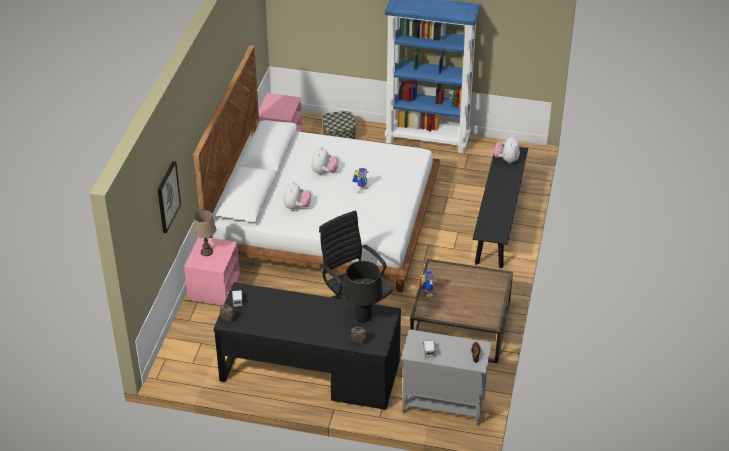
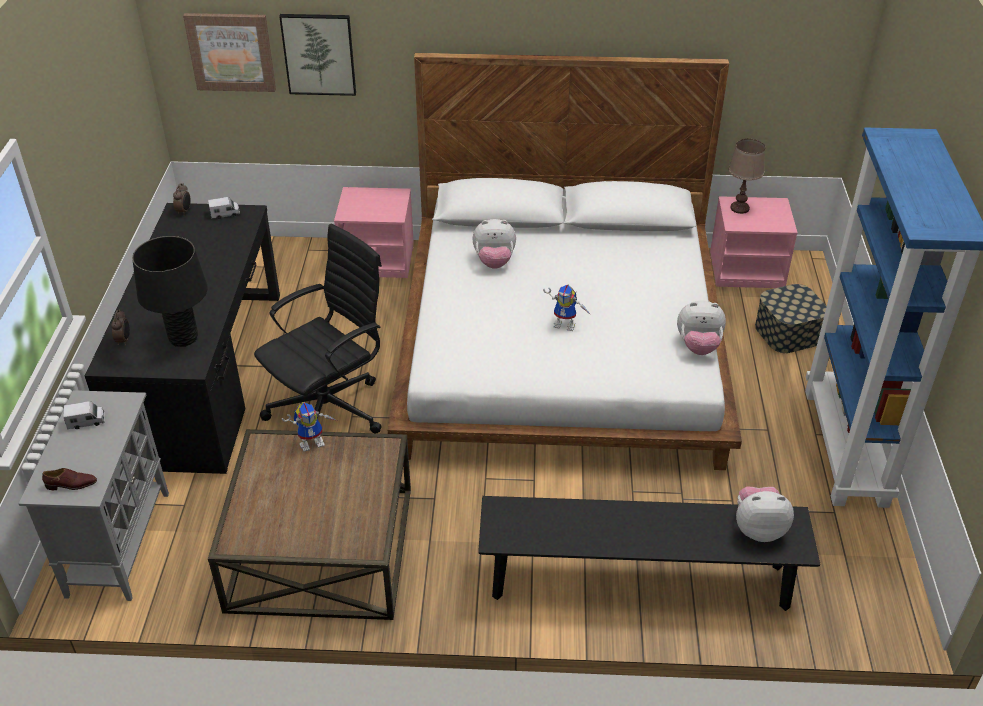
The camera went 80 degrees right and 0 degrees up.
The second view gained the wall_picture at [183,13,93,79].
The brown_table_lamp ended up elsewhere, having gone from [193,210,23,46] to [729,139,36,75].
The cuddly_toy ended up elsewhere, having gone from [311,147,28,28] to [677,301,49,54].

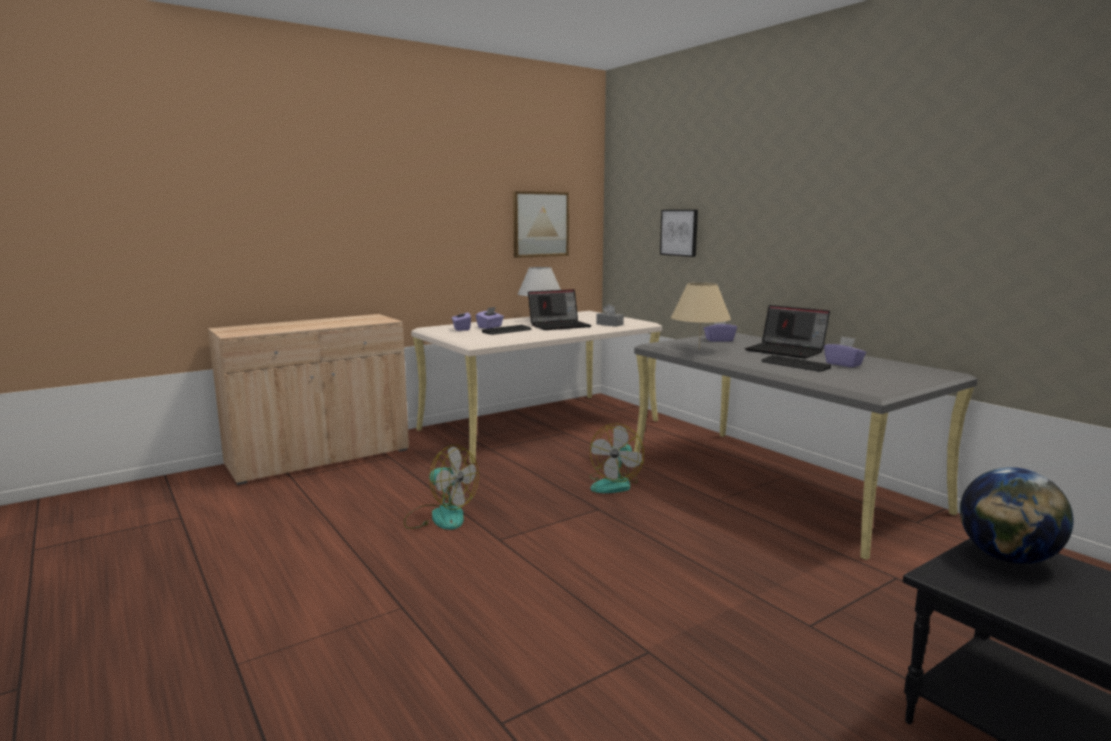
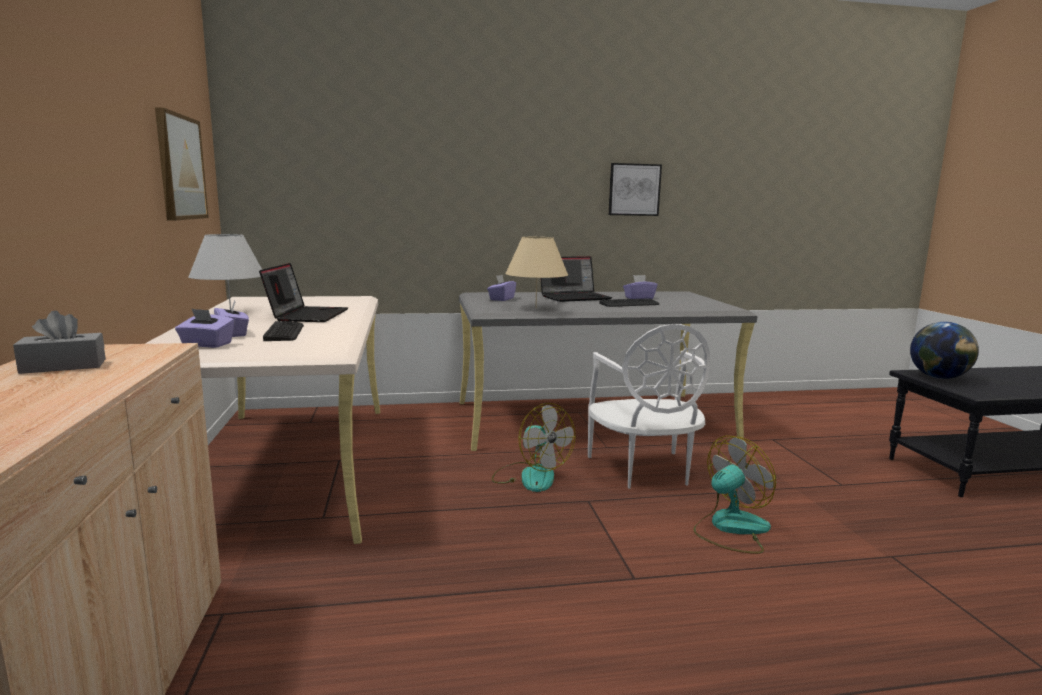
The camera went 65 degrees left and 0 degrees up.
The second view gained the white-coloured_upright_chair at [588,324,122,165].
The electric_fan ended up elsewhere, having gone from [404,445,75,85] to [693,436,83,118].
The gray_tissue_box ended up elsewhere, having gone from [596,304,28,23] to [13,311,93,63].
The wall_picture ended up elsewhere, having gone from [660,210,38,47] to [608,163,54,53].

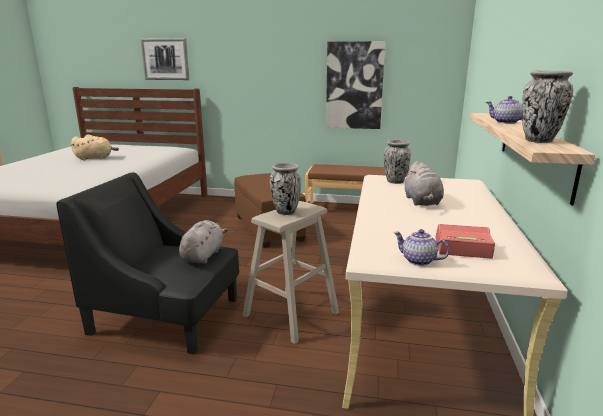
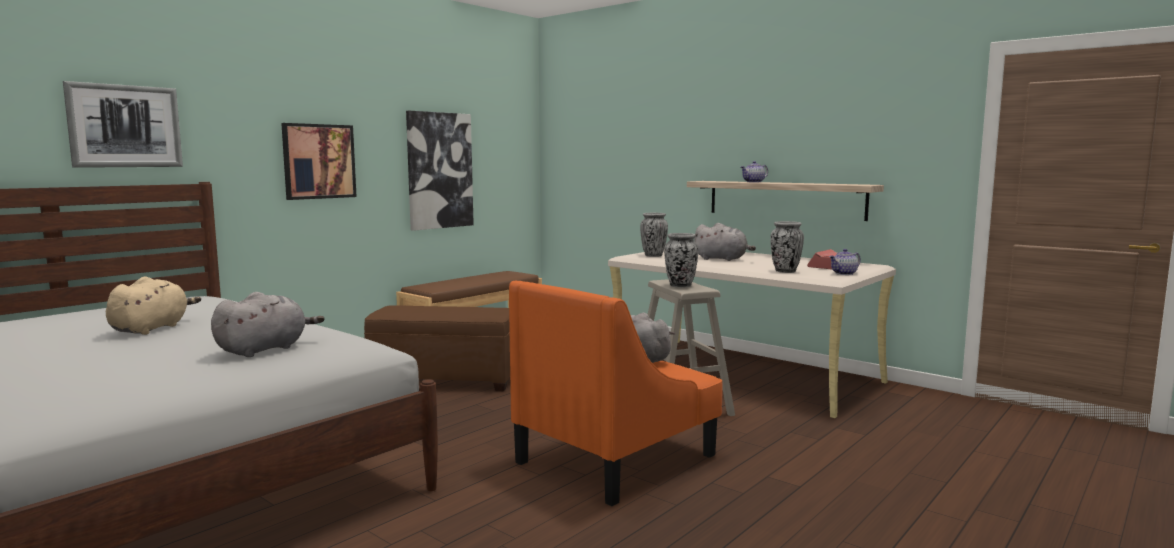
The camera went 60 degrees left and 10 degrees down.
The second view gained the gray_cuddly_toy at [211,292,113,65].
The second view gained the wall_picture at [281,123,76,77].
The decorative_vase ended up elsewhere, having gone from [522,71,51,72] to [770,221,34,52].
What was the blackish_easy_chair at [56,172,183,183] turned into the orangey_easy_chair at [509,281,214,225].

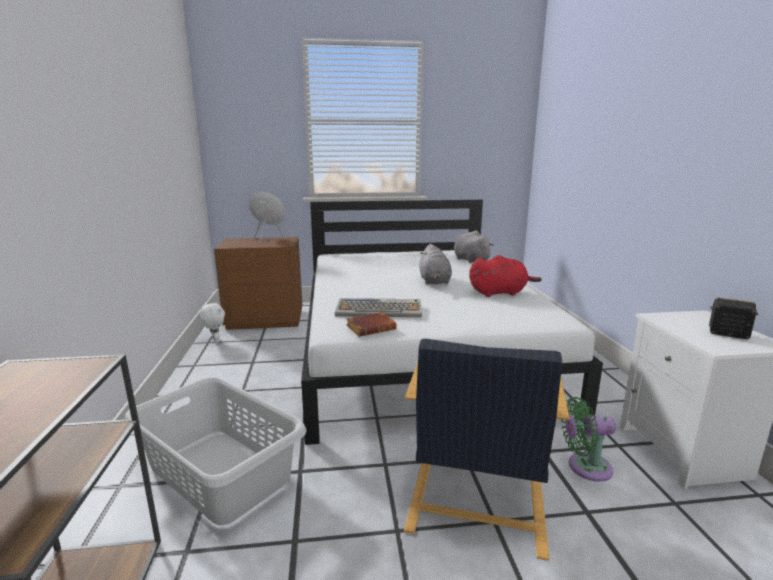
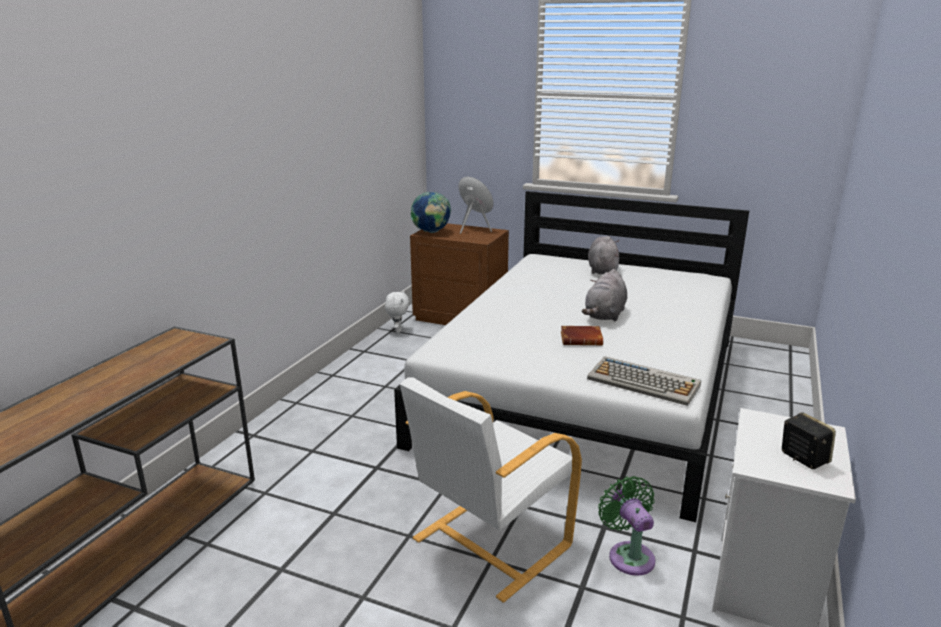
The camera went 30 degrees right and 5 degrees up.
The second view lost the gray_washing_basket at [124,377,183,148].
The second view lost the red_cuddly_toy at [469,255,73,42].
The second view gained the world_globe at [410,192,41,41].
The PC_keyboard ended up elsewhere, having gone from [335,298,87,20] to [587,356,114,50].
The brown_volume ended up elsewhere, having gone from [346,312,51,25] to [561,326,42,20].
The gray_cuddly_toy ended up elsewhere, having gone from [454,230,40,33] to [588,236,31,38].
What was the blackish_easy_chair at [404,339,166,222] turned into the white-coloured_easy_chair at [400,377,182,226].
The greenish_electric_fan at [561,397,55,85] ended up facing another way, 45 degrees clockwise from before.

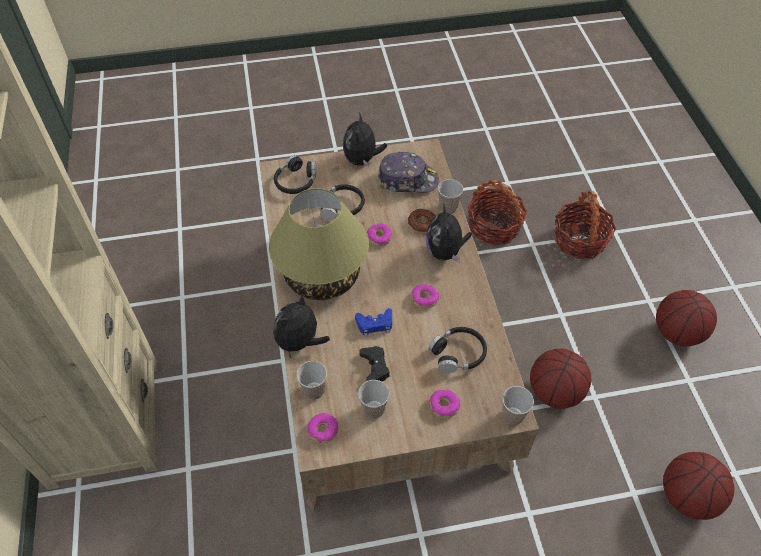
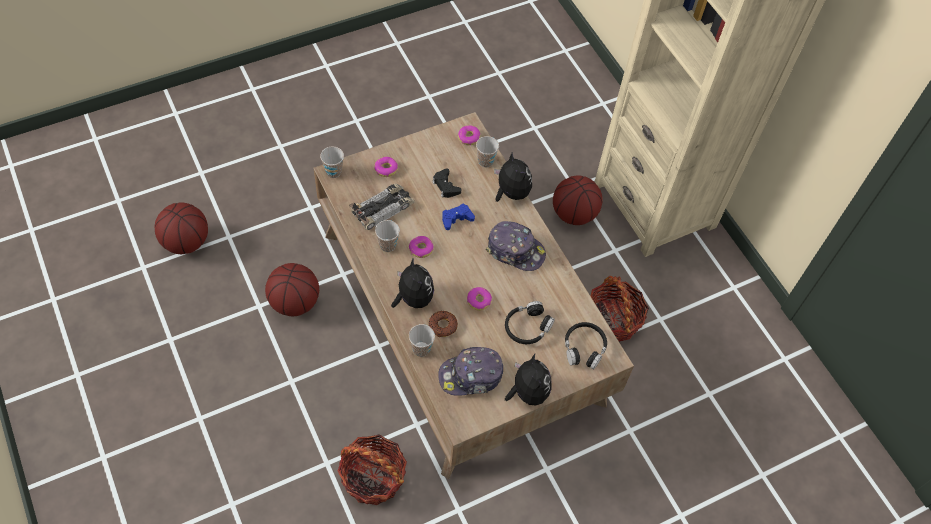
The camera went 160 degrees right and 5 degrees up.
The cup ended up elsewhere, having gone from [358,380,31,39] to [375,220,25,32].
The storage_basket ended up elsewhere, having gone from [555,191,61,68] to [591,276,58,66].
The ball_for_basketball ended up elsewhere, having gone from [656,290,61,56] to [553,175,50,50].
Where the table_lamp stood at [269,188,100,112], the baseball_cap came to stand at [486,221,60,50].
Where the blackish_headphones stood at [429,327,58,46], the model_car came to stand at [349,184,66,46].
The cuddly_toy at [274,294,56,64] ended up facing another way, 45 degrees counterclockwise from before.

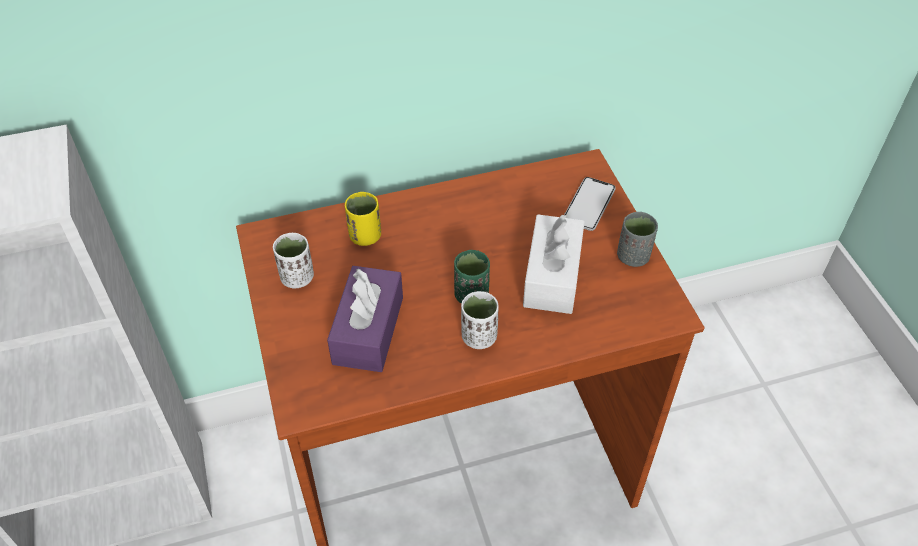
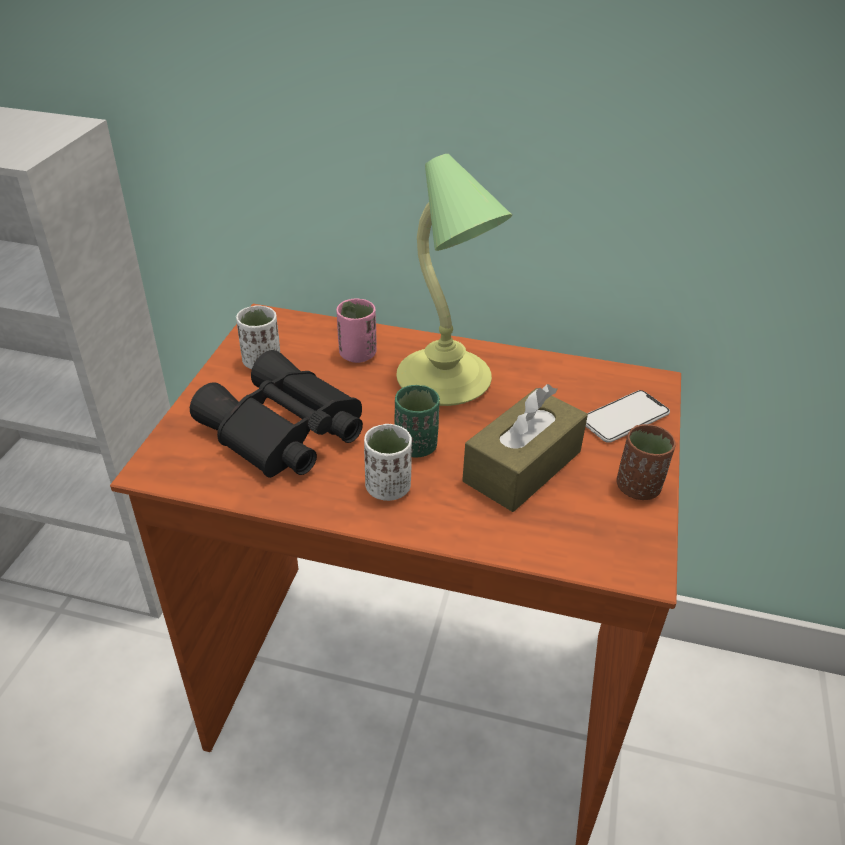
The camera went 30 degrees right and 10 degrees down.
The second view gained the table_lamp at [396,154,116,252].
Where the purple-coloured_tissue_box stood at [327,266,76,106], the blackish_field_glasses came to stand at [190,350,173,128].
What was the yellow_cup at [345,192,36,54] turned into the pink-coloured_cup at [336,298,41,65].
What was the white-coloured_tissue_box at [523,215,62,99] turned into the brown_tissue_box at [462,384,126,128].
What was the gray_cup at [617,212,41,55] turned into the brown_cup at [616,424,60,76].

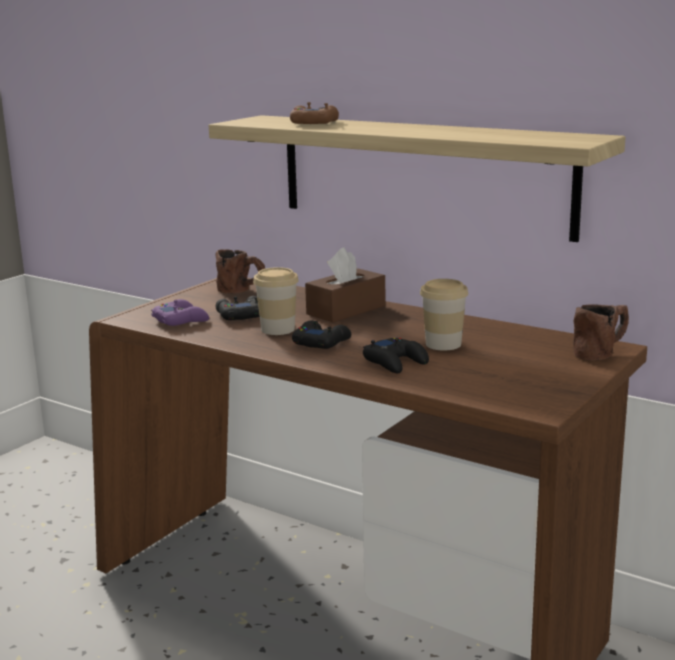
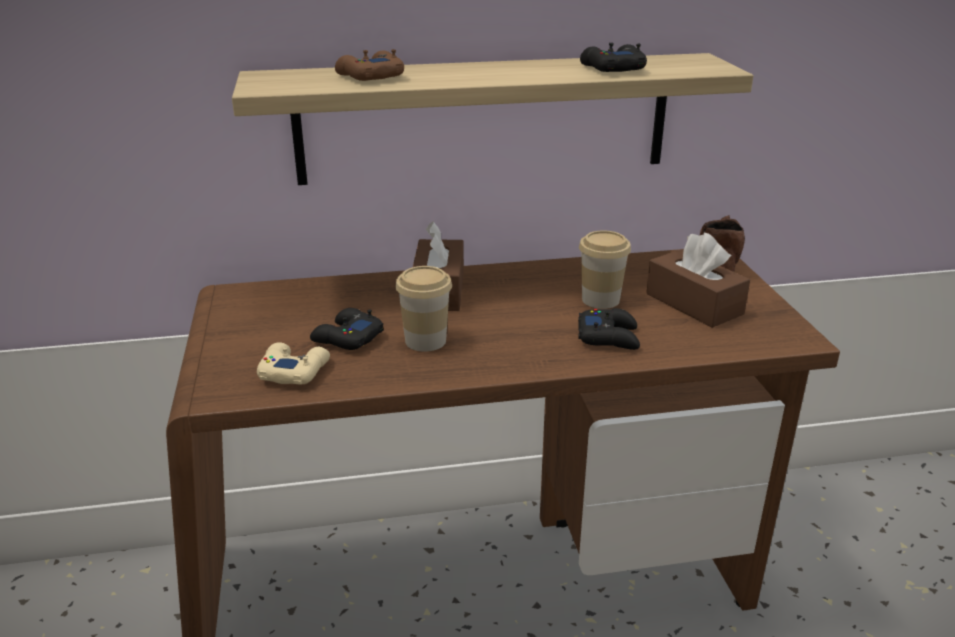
The camera went 45 degrees left and 10 degrees up.
The second view lost the brown_mug at [215,249,50,44].
The second view gained the brown_tissue_box at [646,233,104,95].
The blackish_gamepad ended up elsewhere, having gone from [292,321,59,28] to [580,43,67,29].
What was the purple-coloured_gamepad at [151,299,58,27] turned into the beige_gamepad at [257,342,73,42].

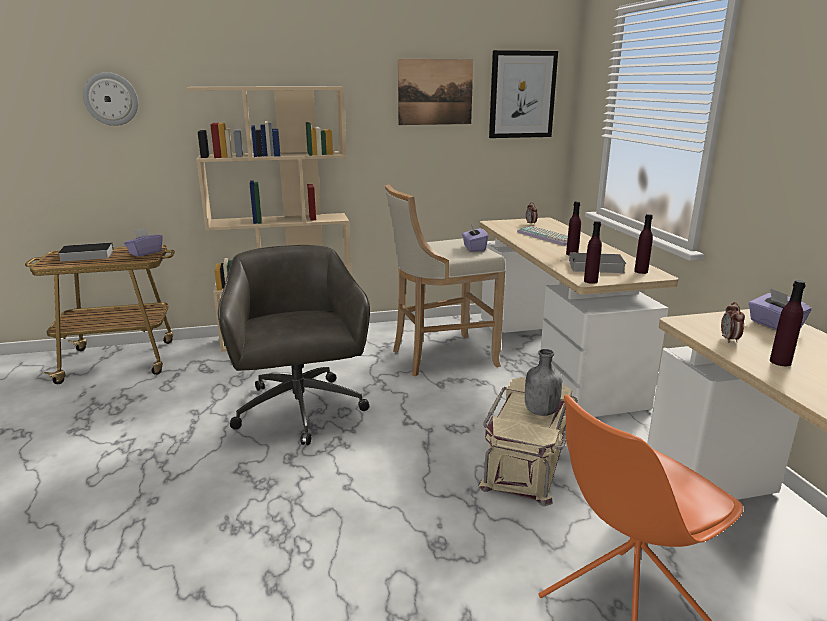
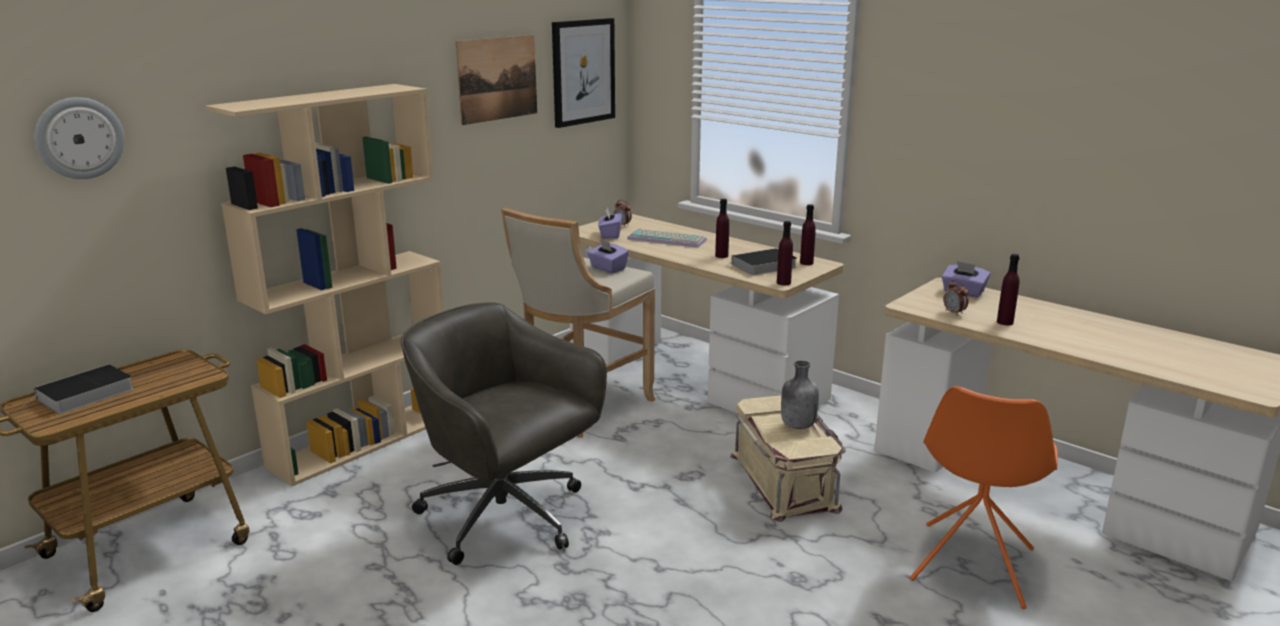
The camera went 35 degrees left and 0 degrees up.
The purple-coloured_tissue_box ended up elsewhere, having gone from [124,227,39,30] to [598,207,24,32].

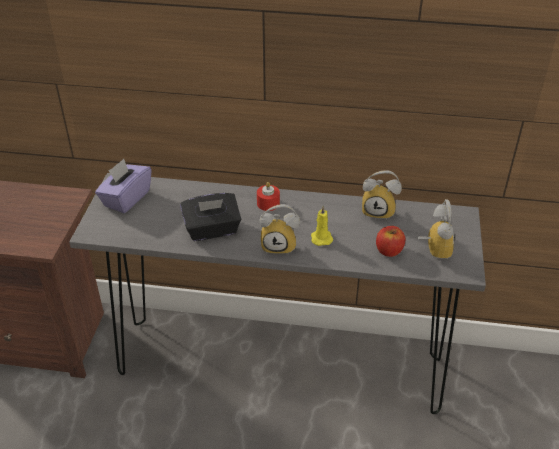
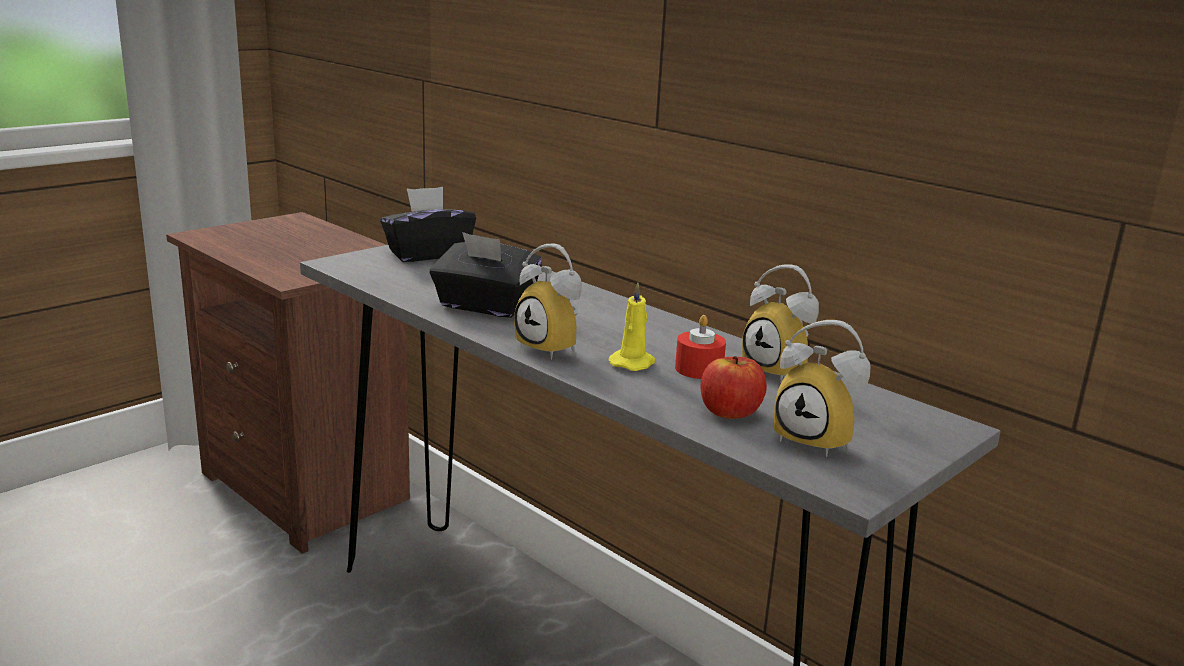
The camera went 35 degrees right and 20 degrees down.
The red_wax_candle ended up elsewhere, having gone from [257,182,23,29] to [675,315,51,64].
What was the purple-coloured_tissue_box at [95,159,56,54] turned into the blackish_tissue_box at [380,187,96,75].
The table_clock at [418,199,37,60] ended up facing another way, 90 degrees clockwise from before.

